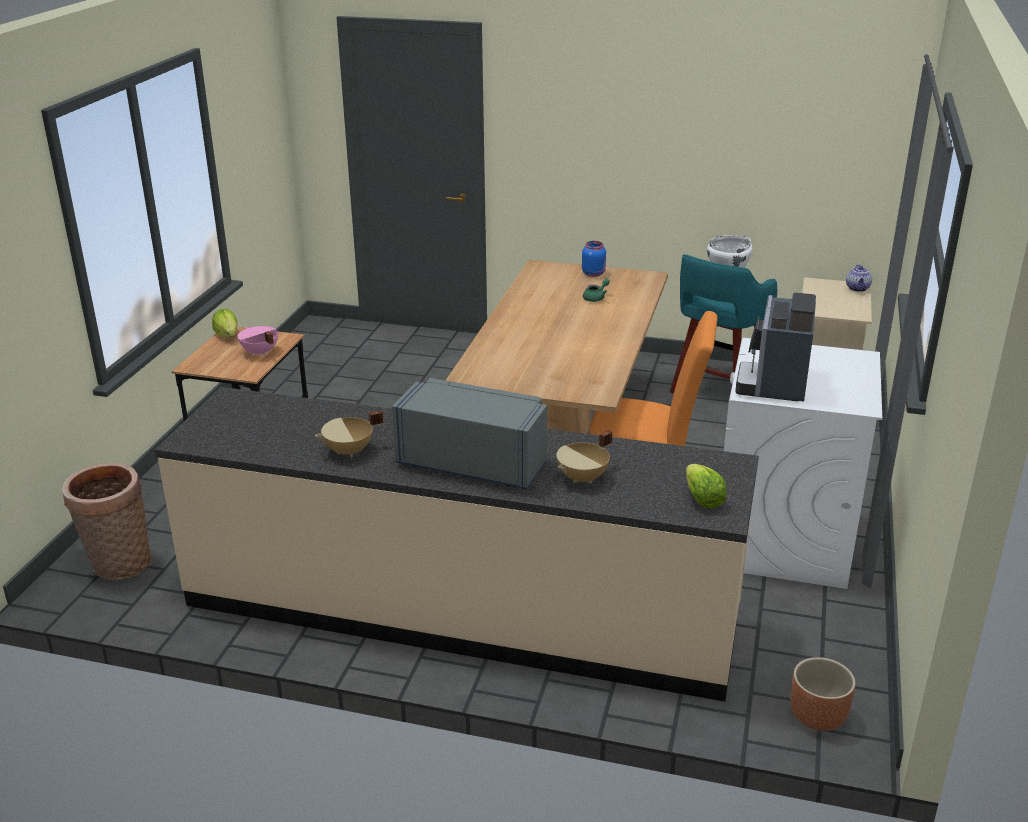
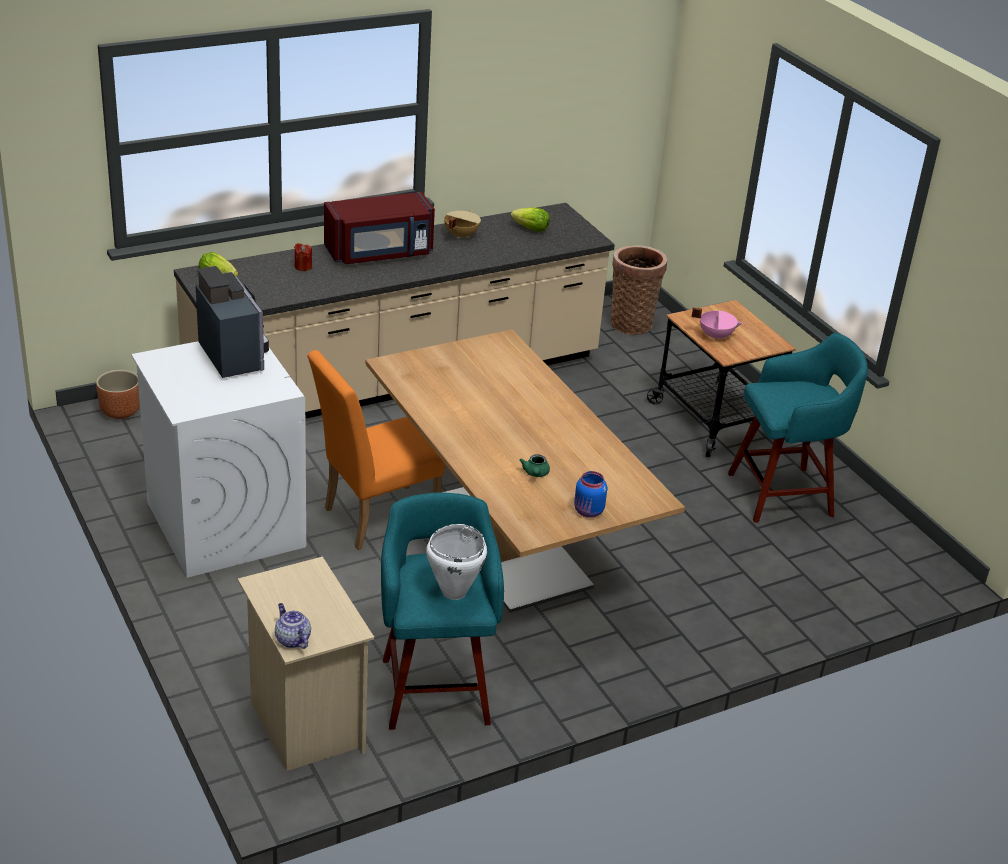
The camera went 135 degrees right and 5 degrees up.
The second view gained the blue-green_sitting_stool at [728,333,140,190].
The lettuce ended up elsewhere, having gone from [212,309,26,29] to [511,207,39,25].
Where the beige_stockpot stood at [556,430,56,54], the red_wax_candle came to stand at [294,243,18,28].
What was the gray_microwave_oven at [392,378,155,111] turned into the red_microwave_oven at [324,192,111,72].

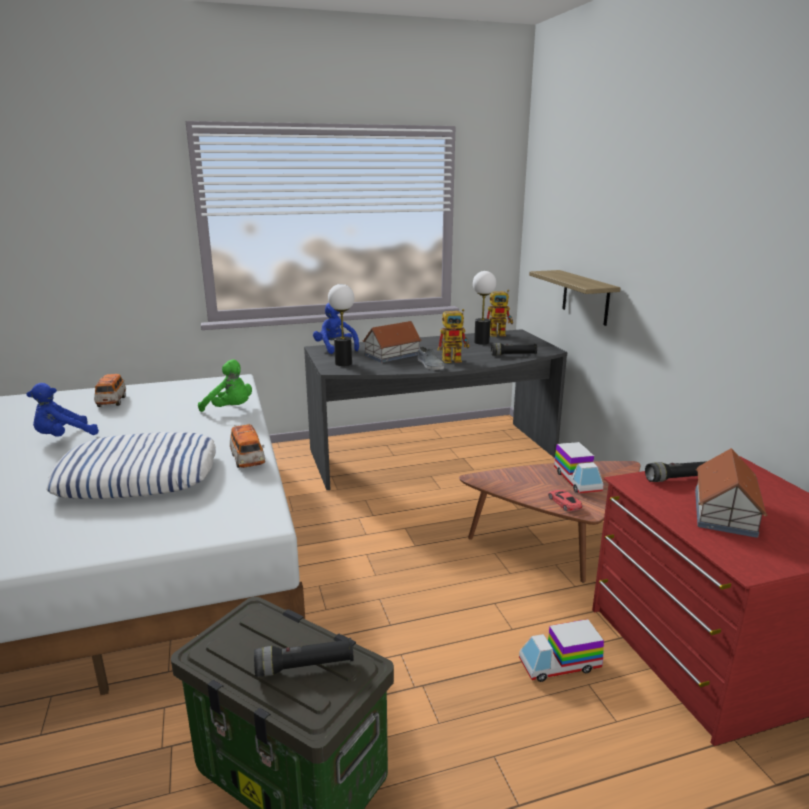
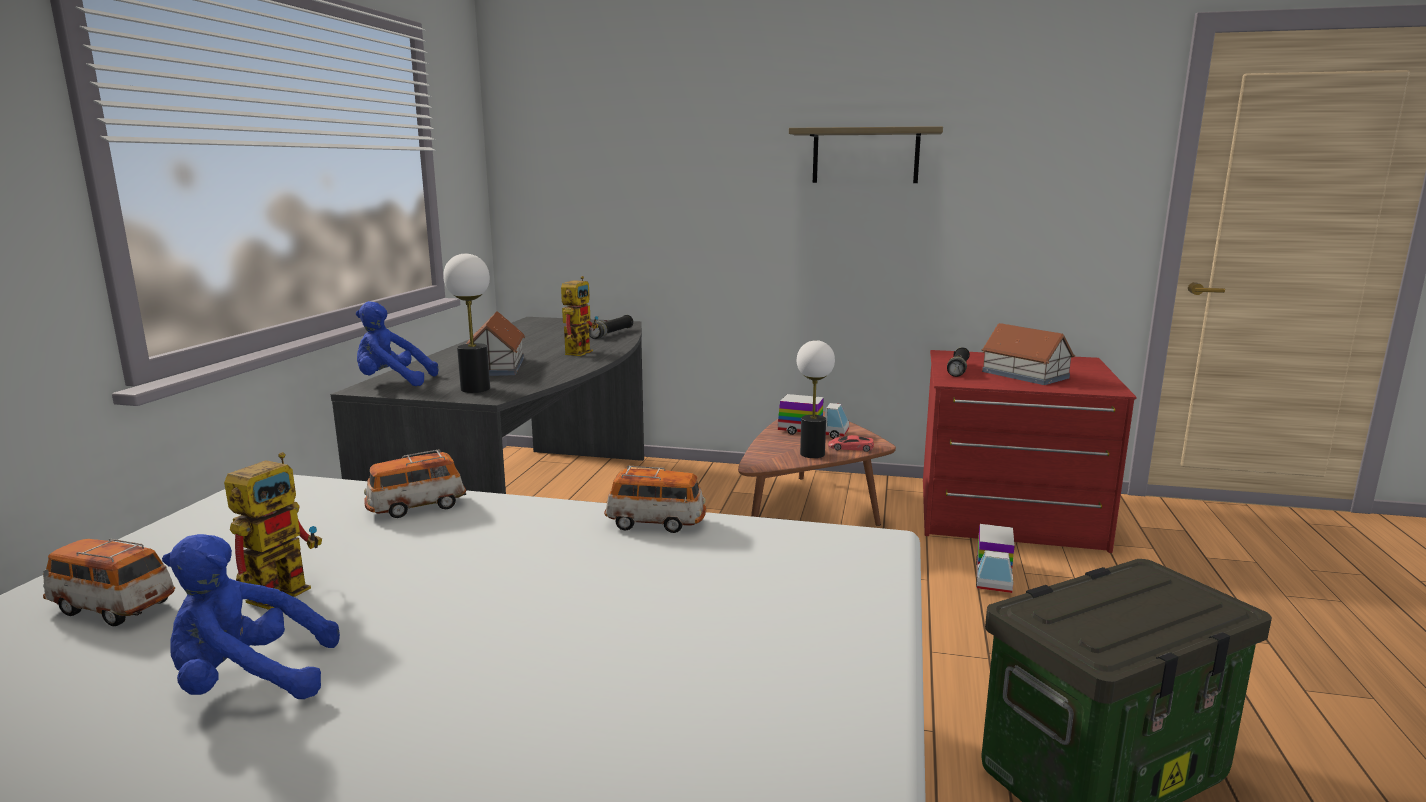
The camera went 60 degrees left and 5 degrees down.
The second view lost the cushion at [46,432,170,67].
The second view lost the blackish_hand_torch at [254,638,100,39].
The second view lost the gray_shoe at [418,346,26,24].
The table_lamp ended up elsewhere, having gone from [473,271,23,74] to [797,340,38,118].
The toy_robot ended up elsewhere, having gone from [487,290,26,47] to [224,452,98,158].
The shelf ended up elsewhere, having gone from [529,270,91,56] to [789,126,154,57].
Where the greenish_cuddly_toy stood at [198,359,54,53], the model_car came to stand at [364,449,102,69].
The bluish_cuddly_toy at [26,383,73,54] ended up facing another way, 90 degrees clockwise from before.

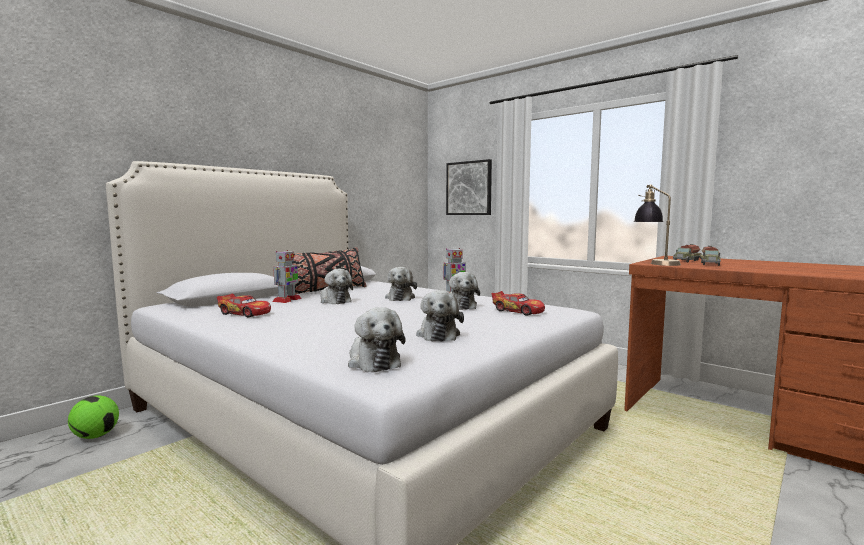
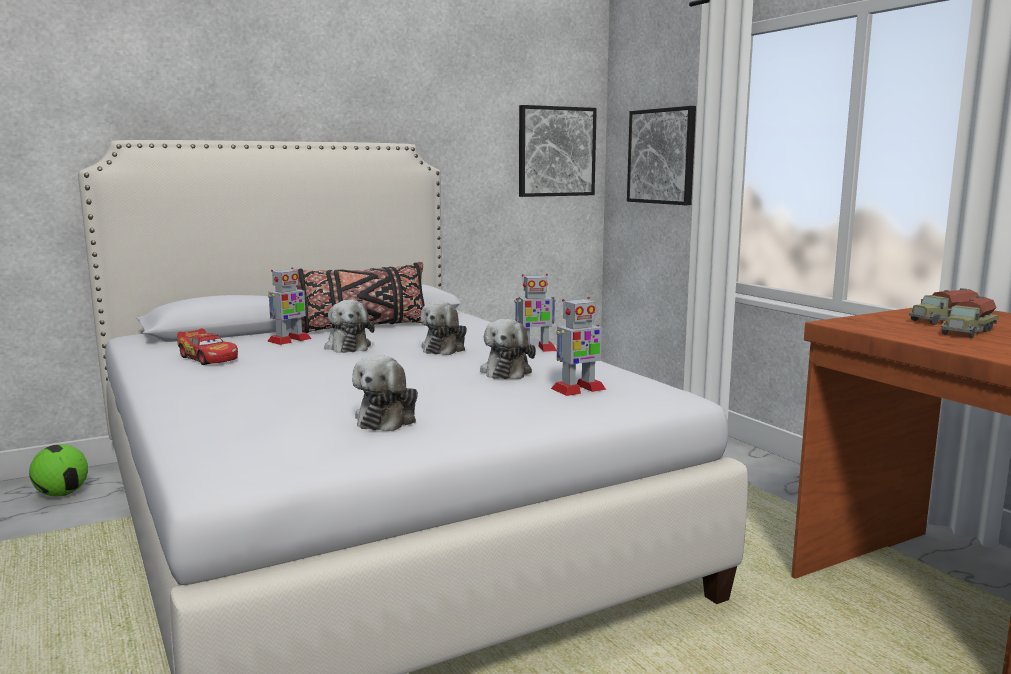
The camera went 20 degrees right and 5 degrees up.
The second view lost the cuddly_toy at [348,307,57,65].
The second view lost the table_lamp at [634,184,47,82].
The second view gained the wall_picture at [519,105,78,92].
Where the model_car stood at [491,291,54,25], the toy_robot came to stand at [551,297,55,99].

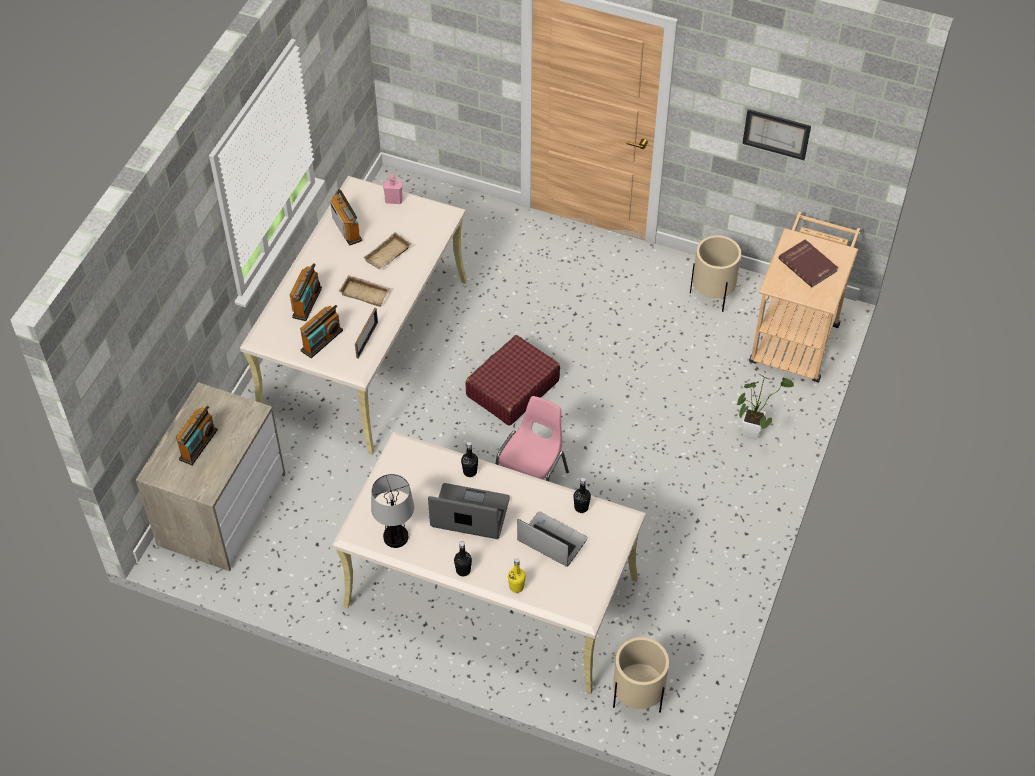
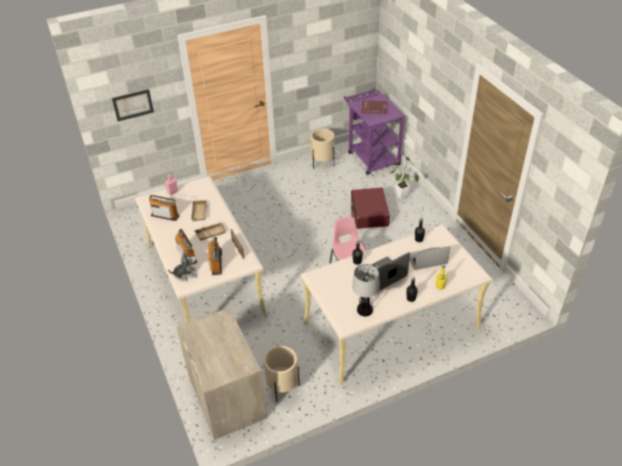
The camera went 45 degrees left and 10 degrees down.
The second view lost the radio at [176,405,42,60].
The second view gained the cuddly_toy at [168,252,29,29].
The red_piece_of_luggage ended up elsewhere, having gone from [465,335,95,91] to [351,188,39,41].
The beige_plant_pot ended up elsewhere, having gone from [613,637,56,75] to [264,346,36,56].
The wall_picture ended up elsewhere, having gone from [742,109,69,51] to [112,89,42,32].
What was the beige_wheeled_cart at [749,211,111,172] turned into the purple-coloured_wheeled_cart at [344,88,62,87].

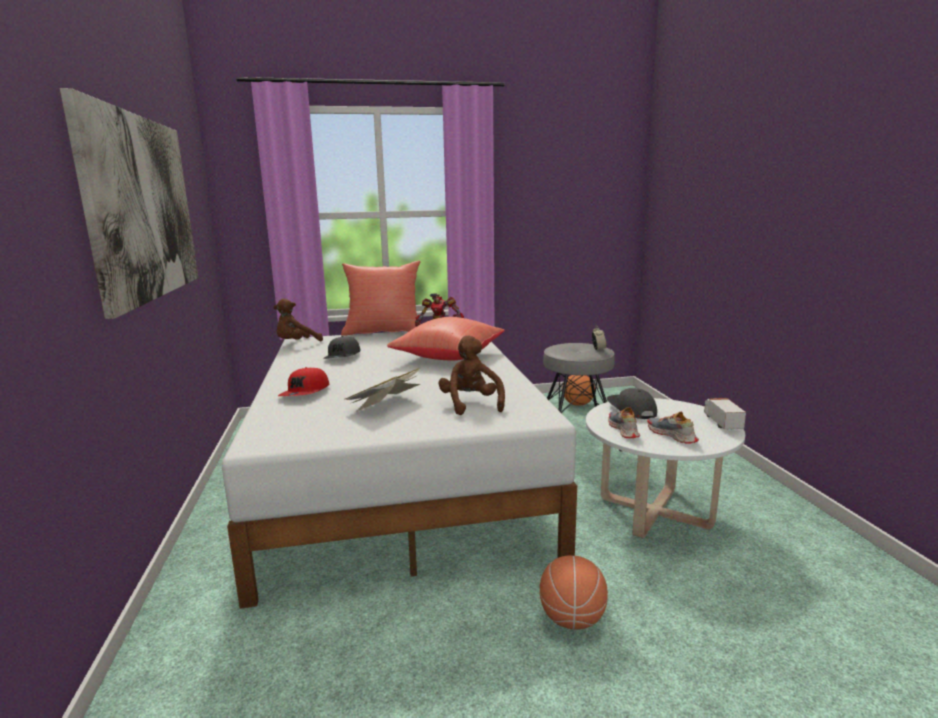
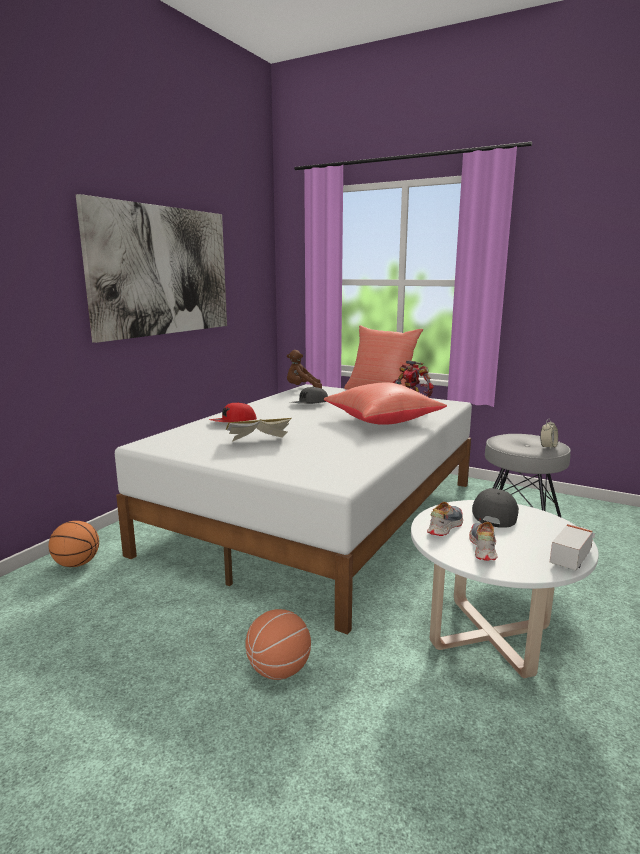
The camera went 40 degrees right and 0 degrees up.
The second view lost the brown_cuddly_toy at [438,335,67,80].
The ball_for_basketball ended up elsewhere, having gone from [562,375,33,31] to [49,521,50,46].

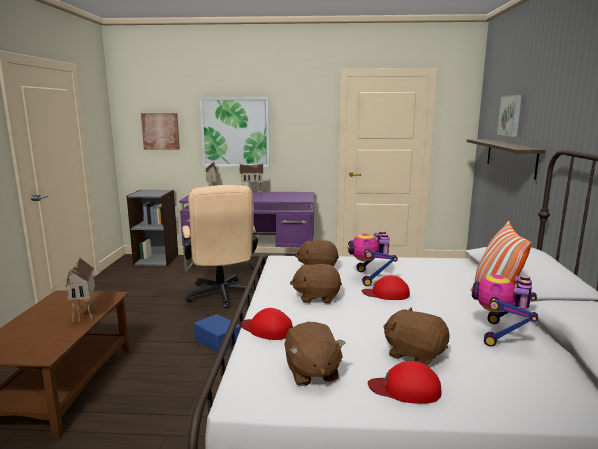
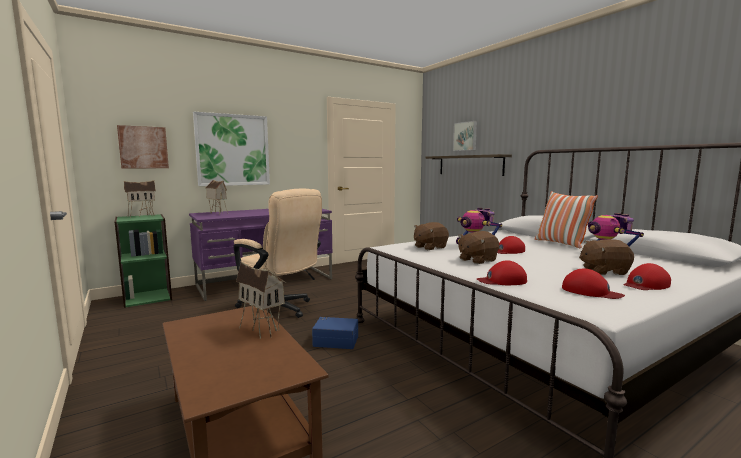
The camera went 35 degrees left and 5 degrees down.
The miniature_house ended up elsewhere, having gone from [239,163,25,32] to [124,180,32,38].
Where the brown_cuddly_toy stood at [285,322,60,64], the red_baseball_cap came to stand at [562,269,63,30].
What was the gray_shelving_unit at [127,190,51,76] turned into the greenish_shelving_unit at [114,214,58,94].

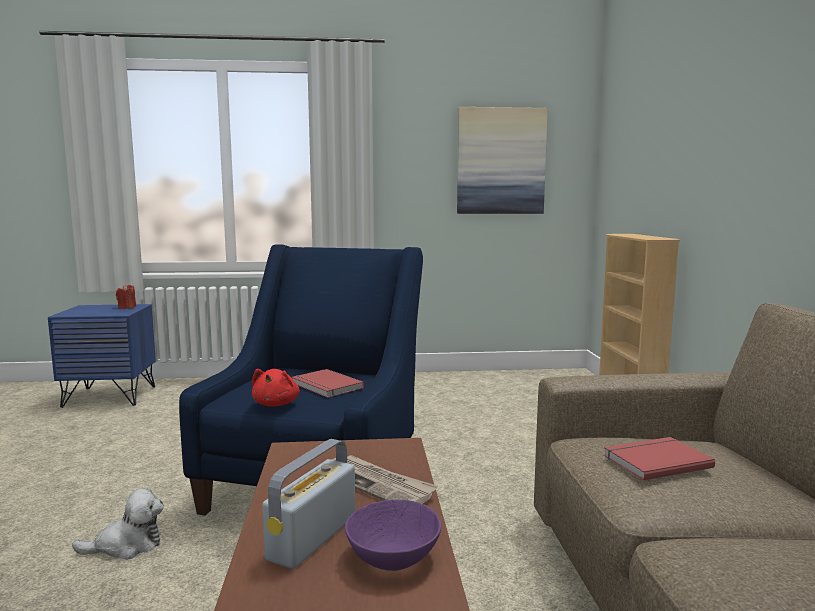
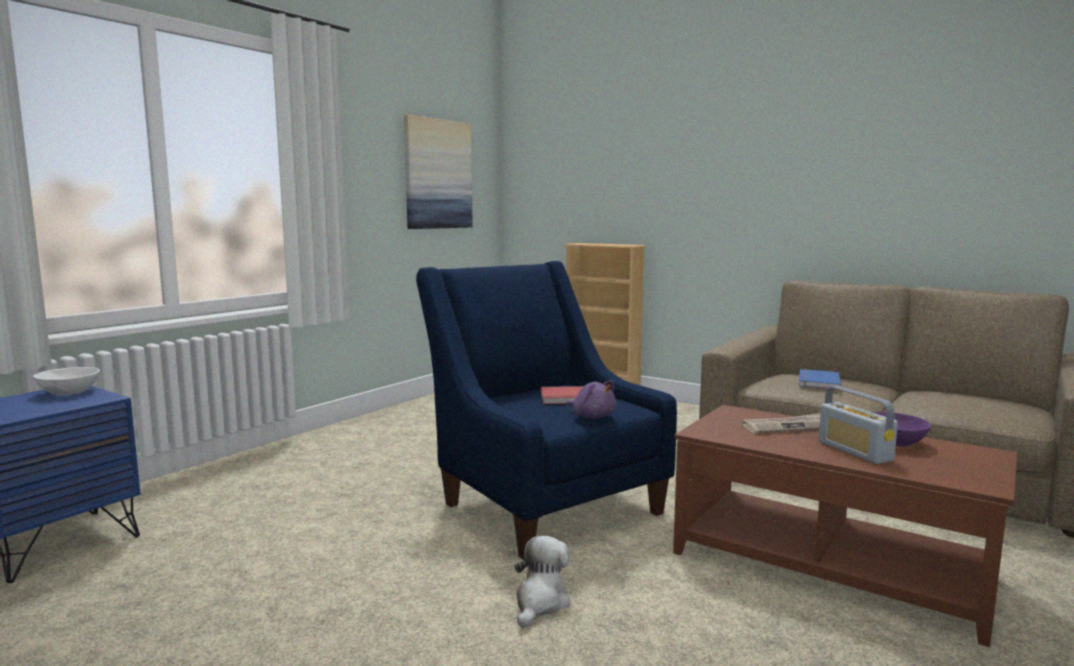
The camera went 50 degrees left and 0 degrees up.
Where the red_wax_candle stood at [116,284,20,25], the white-coloured_serving_bowl came to stand at [33,367,67,28].
What was the red_cuddly_toy at [252,369,48,38] turned into the purple-coloured_cuddly_toy at [566,380,50,39].
What was the red_volume at [604,437,111,44] turned into the bluish_volume at [799,369,42,20].

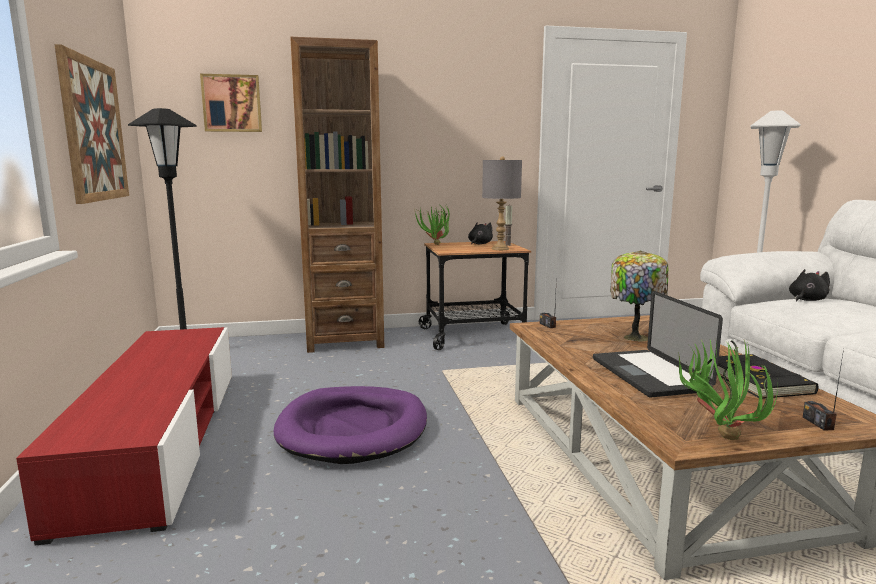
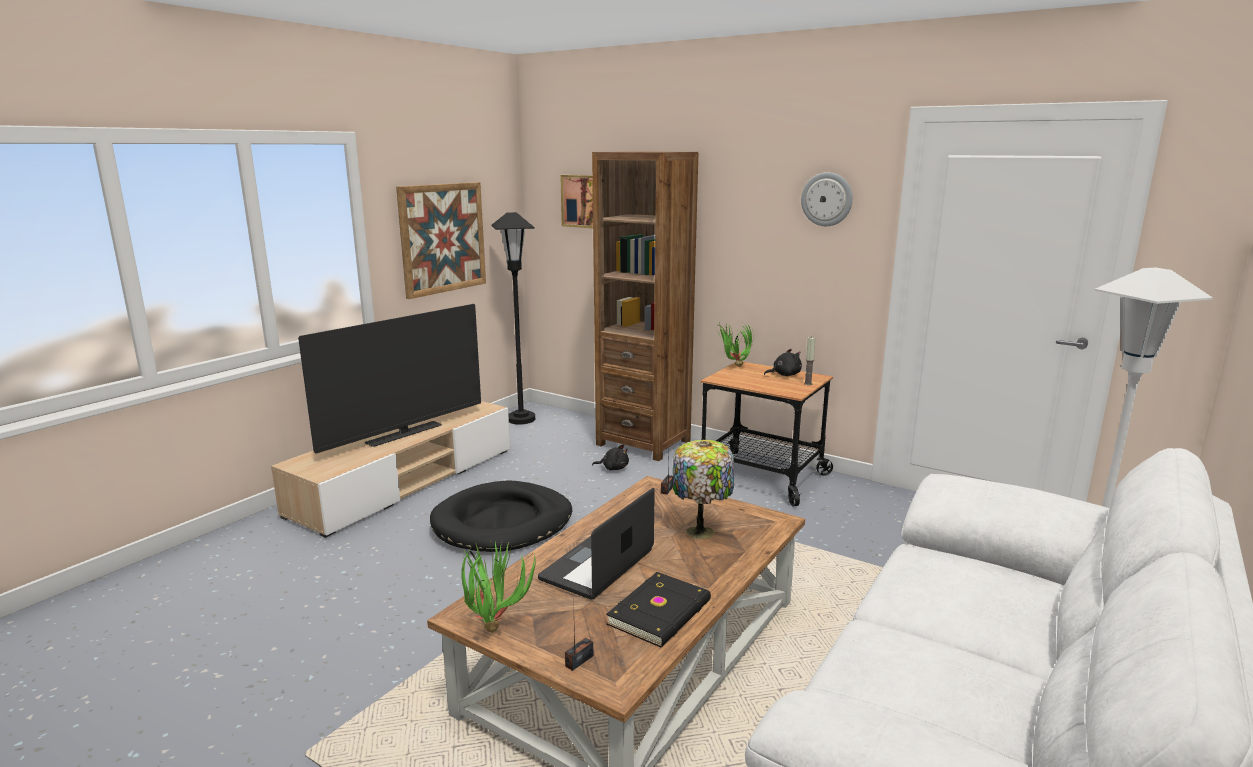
The camera went 45 degrees right and 5 degrees up.
The second view lost the gray_table_lamp at [482,156,40,94].
The second view gained the TV at [298,304,183,150].
The second view gained the wall_clock at [801,172,52,54].
The blackish_cuddly_toy ended up elsewhere, having gone from [789,269,41,33] to [592,444,37,26].
What was the red_media_console at [16,327,216,219] turned into the beige_media_console at [271,401,239,137].
What was the purple-coloured_dog_cushion at [274,386,153,78] turned into the blackish_dog_cushion at [430,481,142,71].

